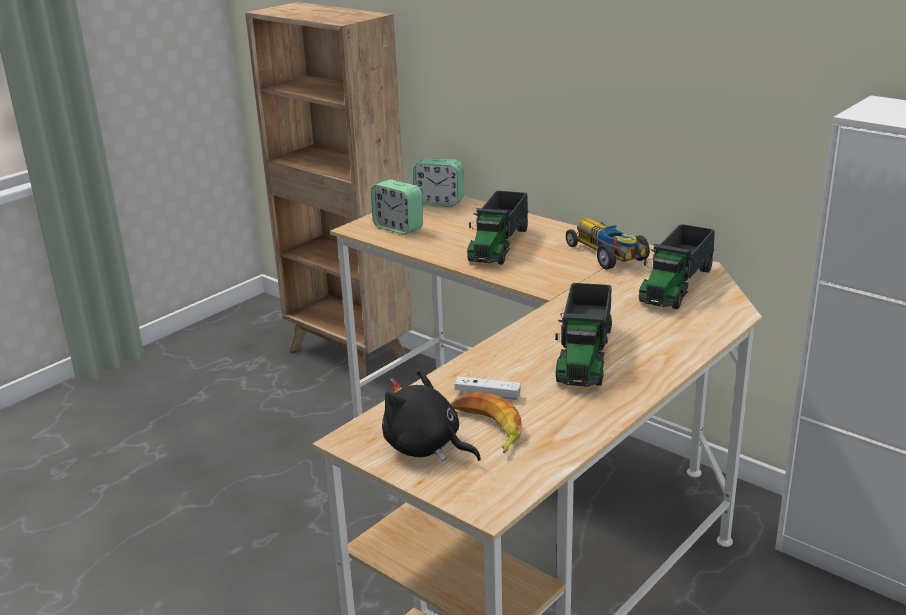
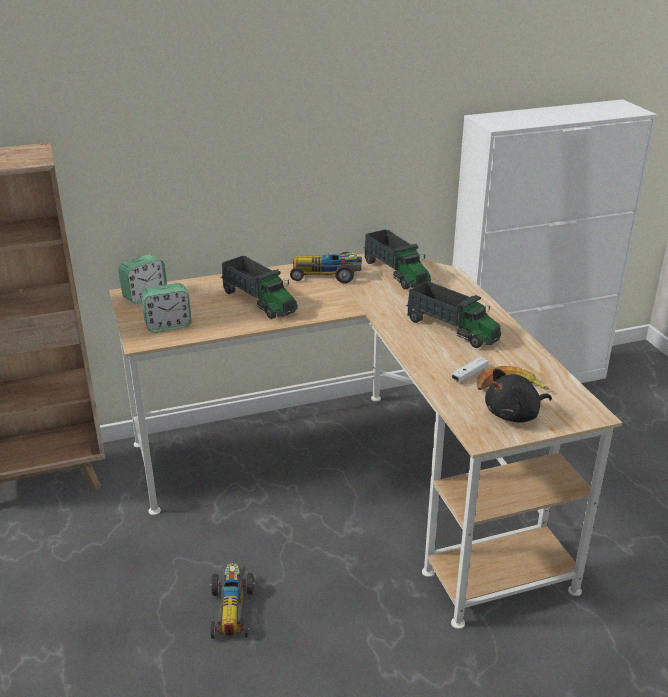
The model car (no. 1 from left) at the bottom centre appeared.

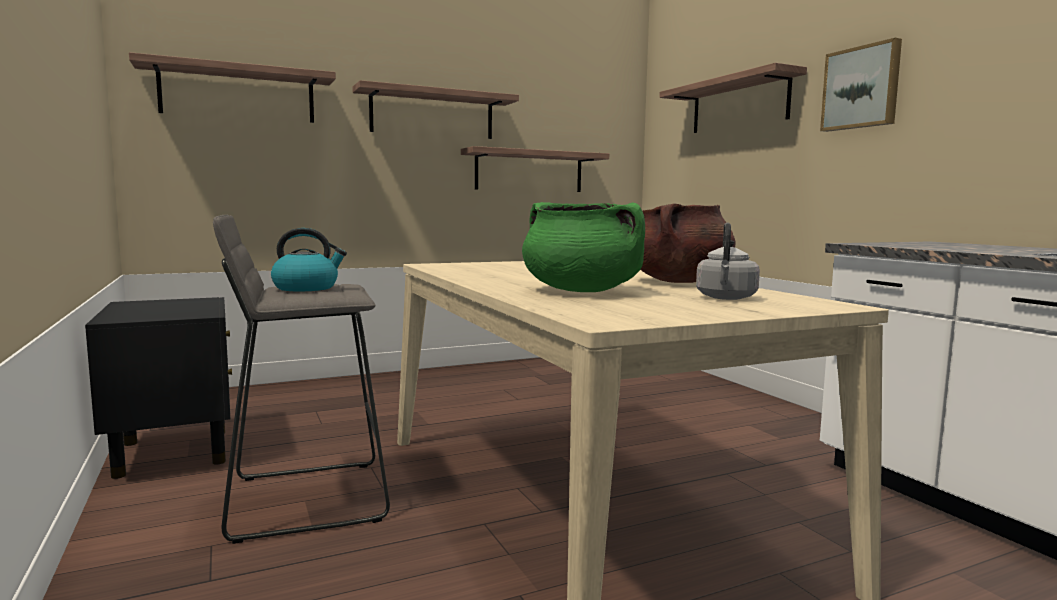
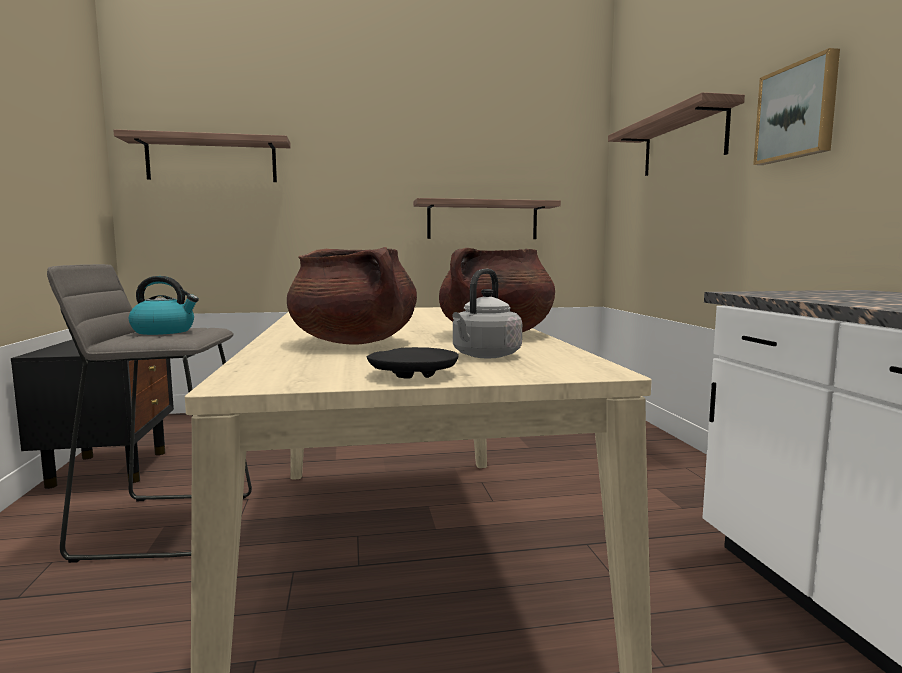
The shelf (no. 2 from left) at the top centre disappeared. The plate in black-coloured at the centre appeared. The saucepot in greenish at the centre became the saucepot in brownish (no. 1 from left) at the centre.

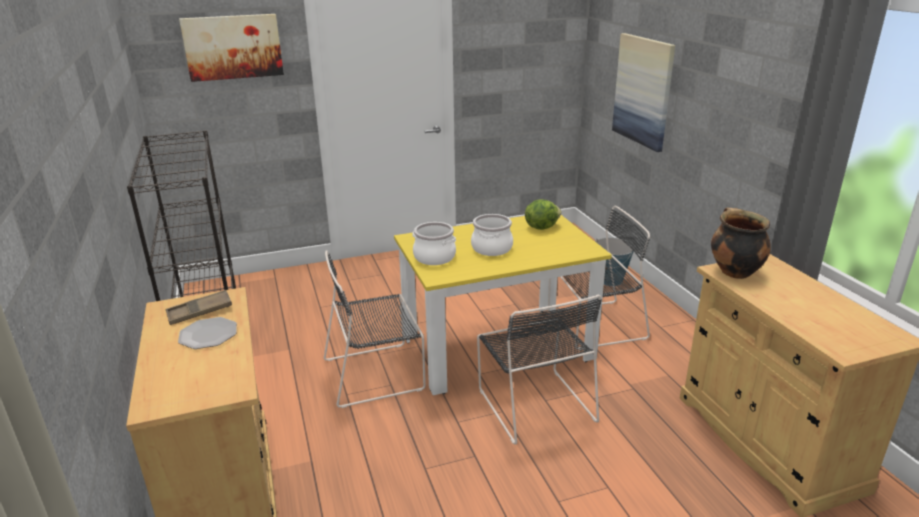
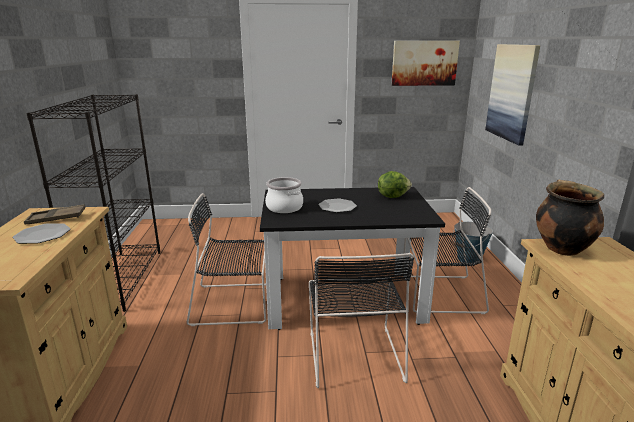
The picture (no. 1 from left) moved from the top left to the top right. The saucepot (no. 2 from left) at the centre was replaced by the plate (no. 2 from left) at the centre. The dining table in yellow at the centre became the dining table in black-coloured at the centre.

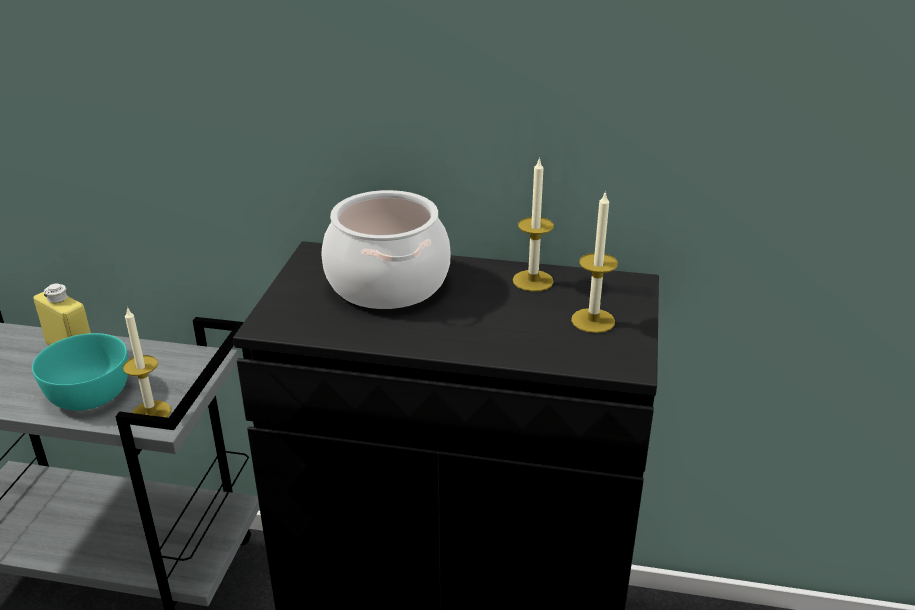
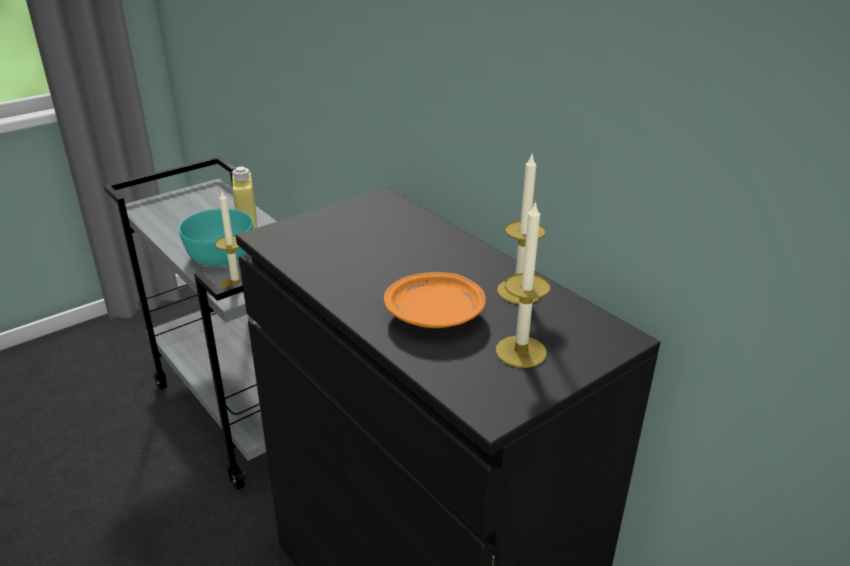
The saucepot at the centre disappeared. The plate in orange-coloured at the centre appeared.

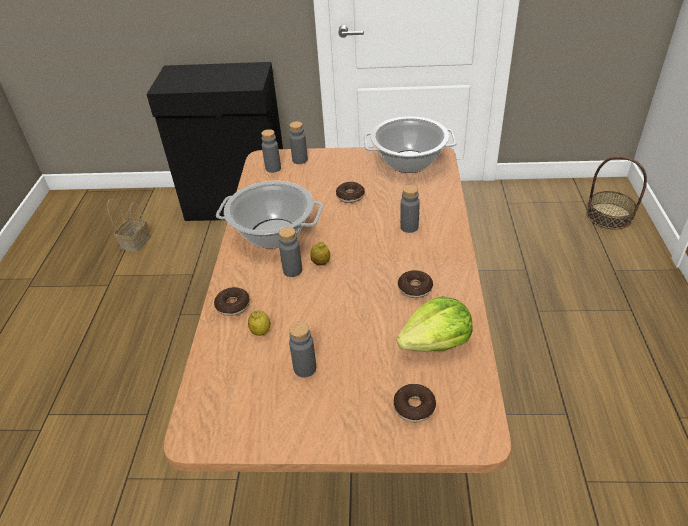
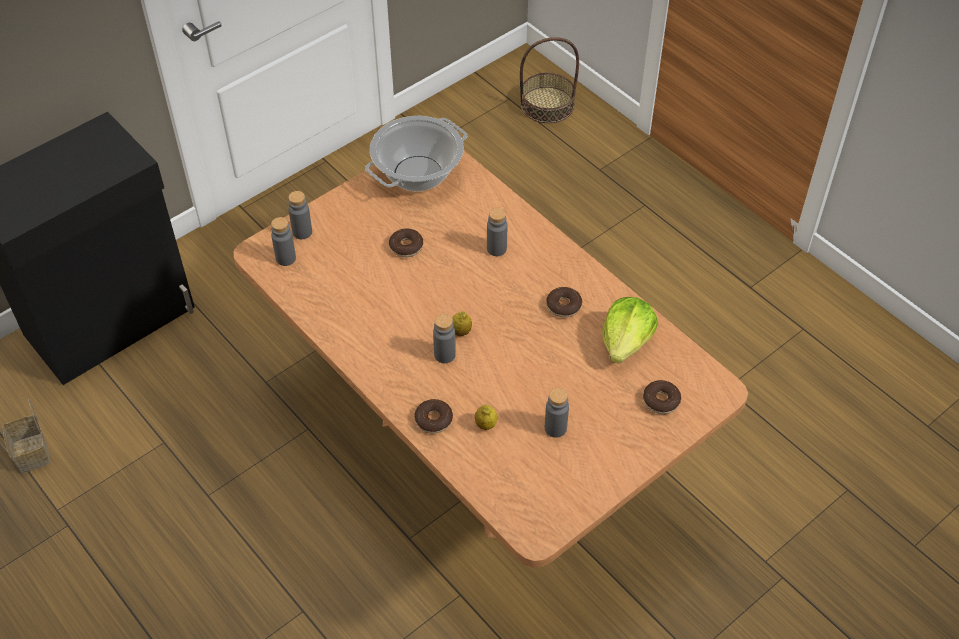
The saucepot (no. 1 from left) at the centre disappeared.

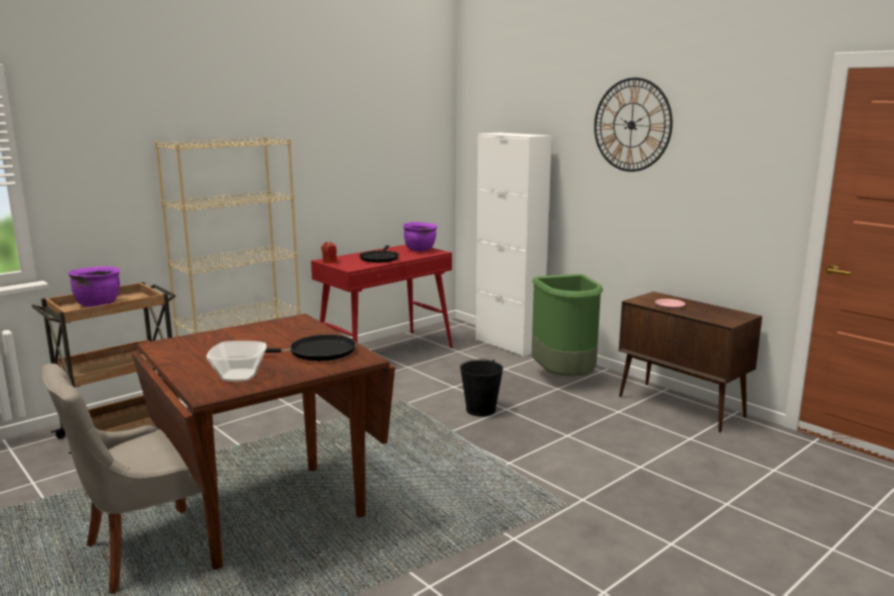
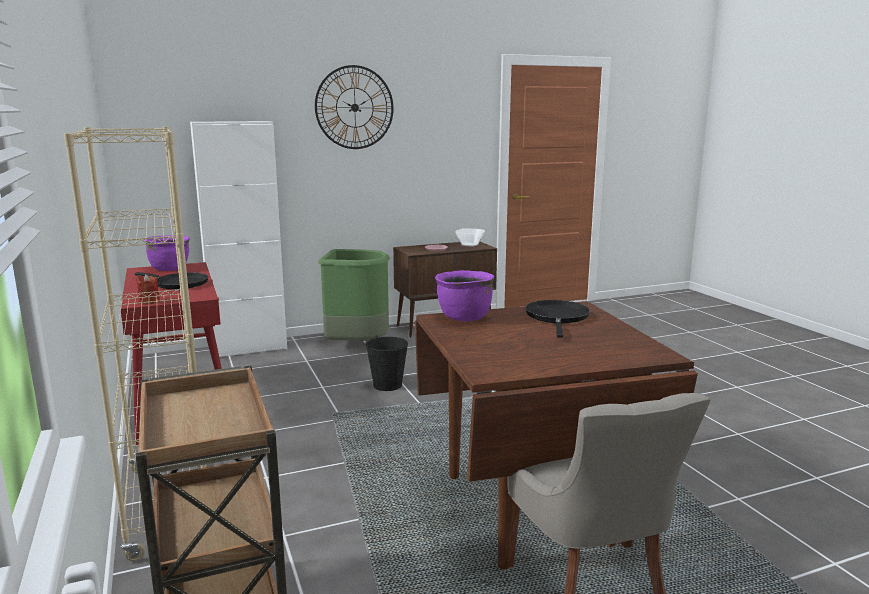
The saucepot in purple (no. 1 from left in the first image) moved from the middle left to the centre. The bowl moved from the middle left to the centre.

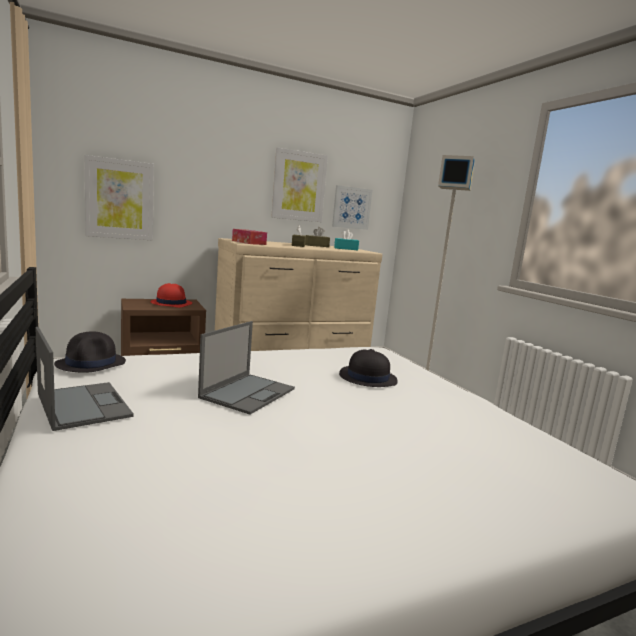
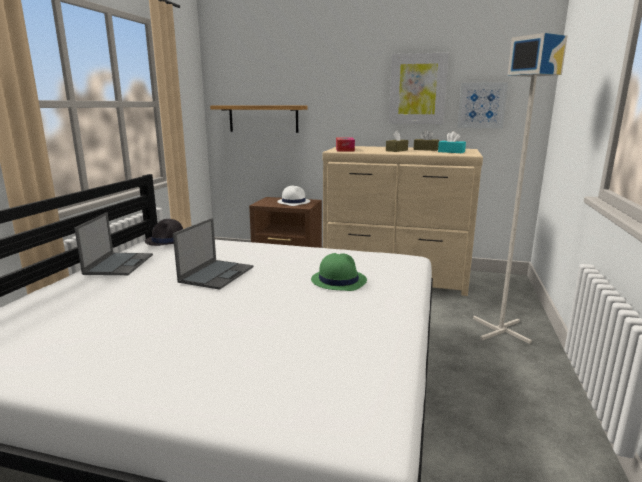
The picture (no. 1 from left) at the top left was replaced by the shelf at the top centre. The hat in red-coloured at the middle left became the hat in white at the centre. The hat in black-coloured (no. 2 from left) at the centre became the hat in greenish at the centre. The laptop (no. 2 from left) at the centre turned 45 degrees counterclockwise.

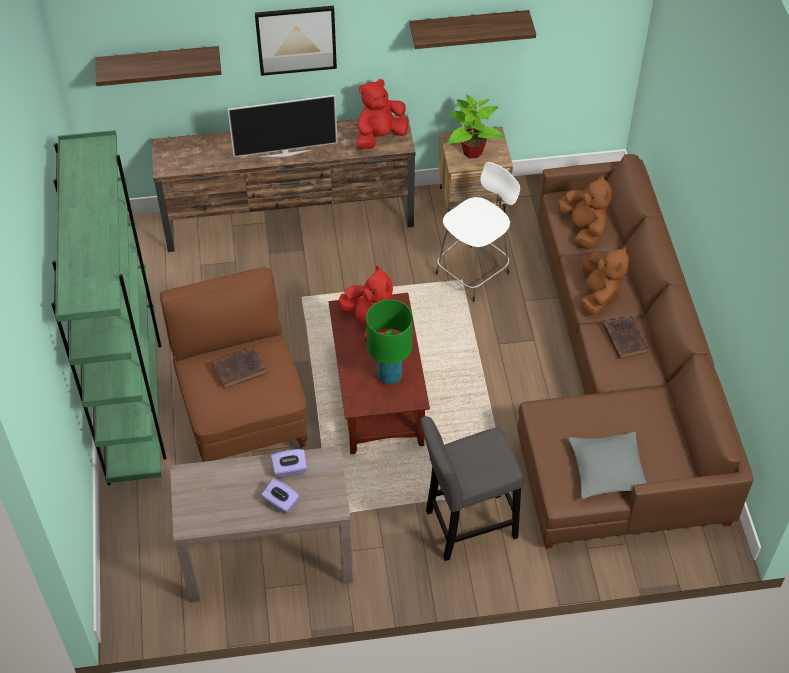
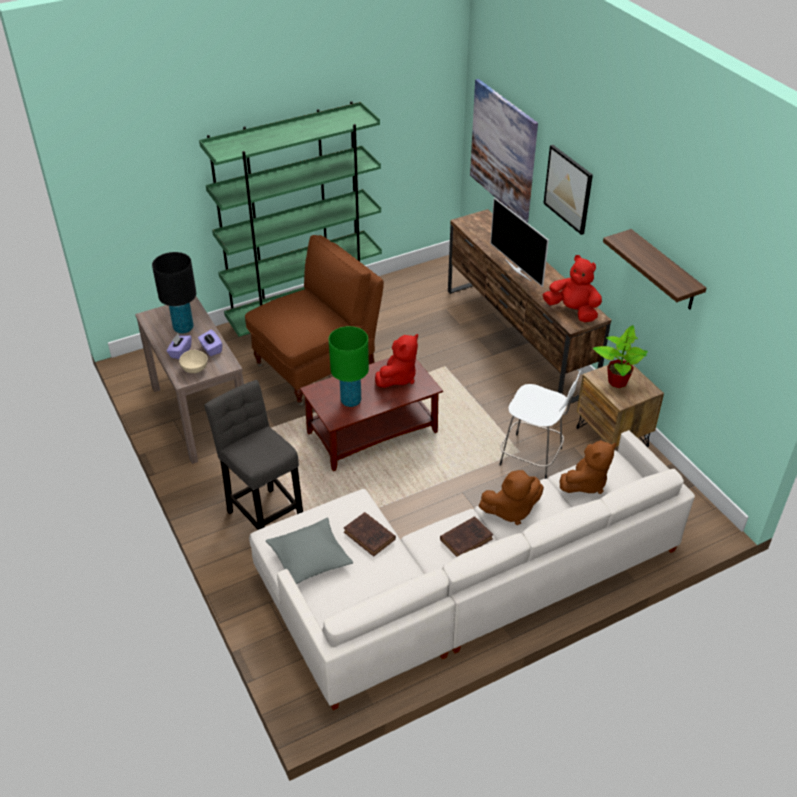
The table lamp in black-coloured at the middle left appeared. The bowl in beige at the middle left appeared. The volume in brownish (no. 1 from left) moved from the middle left to the bottom centre. The shelf (no. 1 from left) at the top left was replaced by the picture (no. 1 from left) at the top centre. The sofa in brownish at the middle right became the sofa in white at the bottom centre.

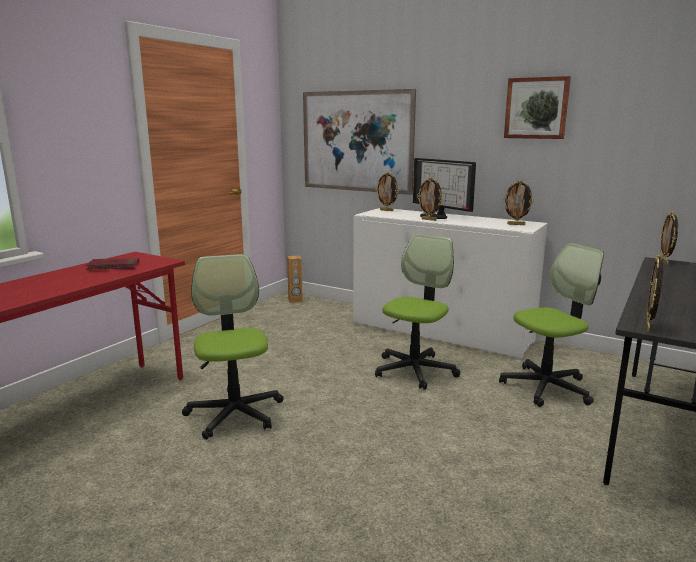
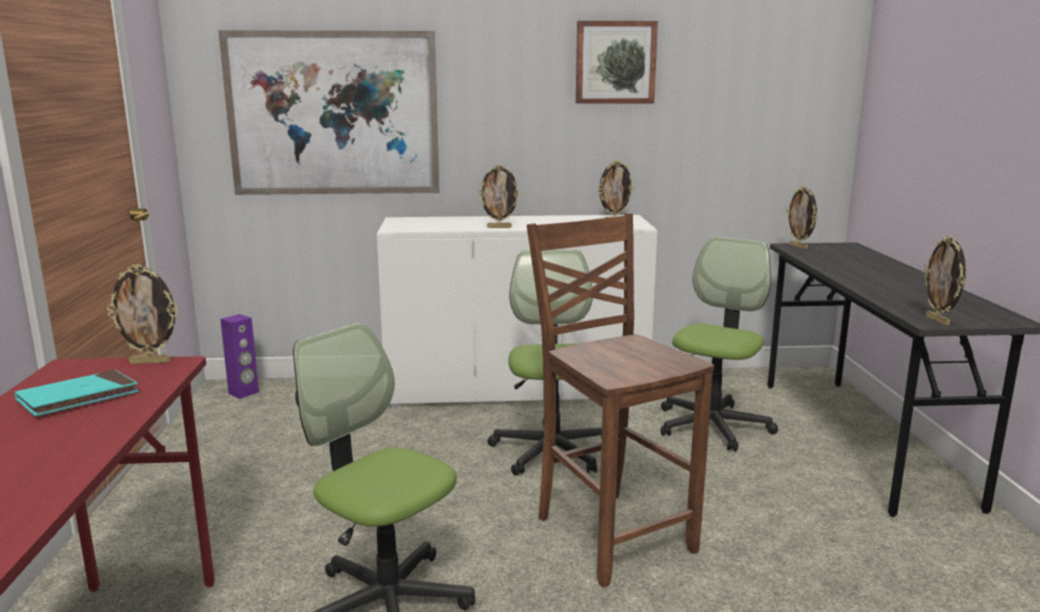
The computer screen at the centre disappeared. The plain chair in brownish at the centre appeared. The standing frame (no. 1 from left) moved from the centre to the middle left. The volume in red-coloured at the middle left became the volume in turquoise-coloured at the middle left. The speaker in brownish at the centre became the speaker in purple at the middle left.

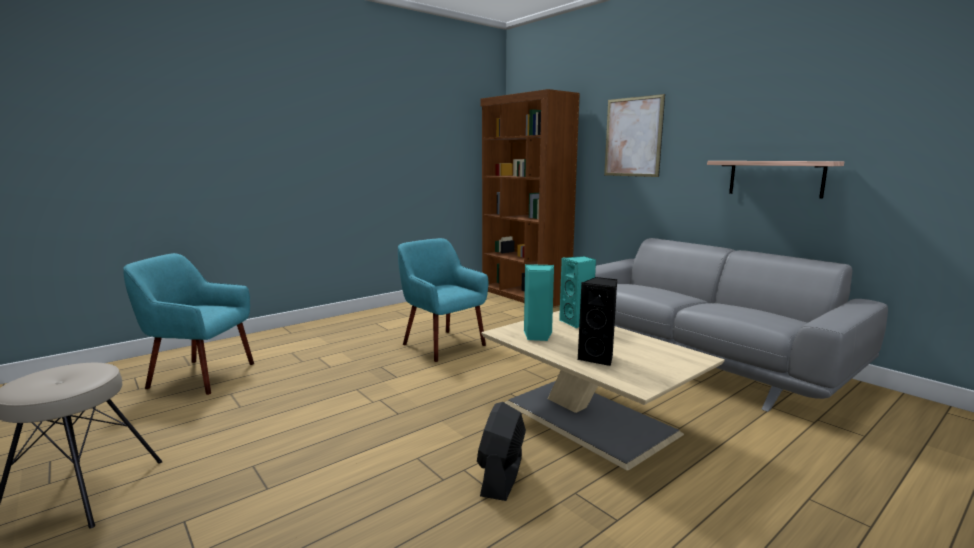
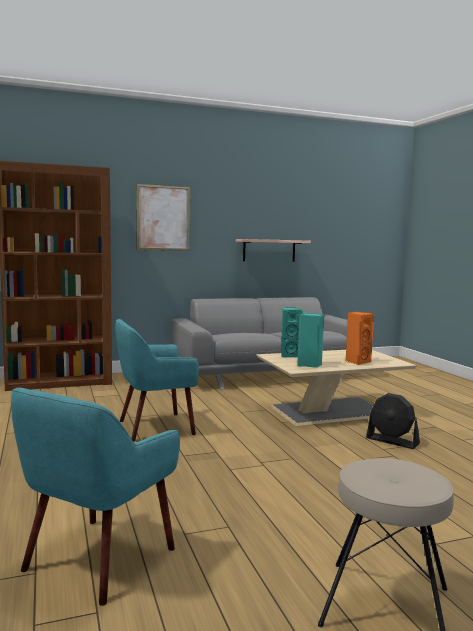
The speaker in black-coloured at the centre became the speaker in orange-coloured at the middle right.

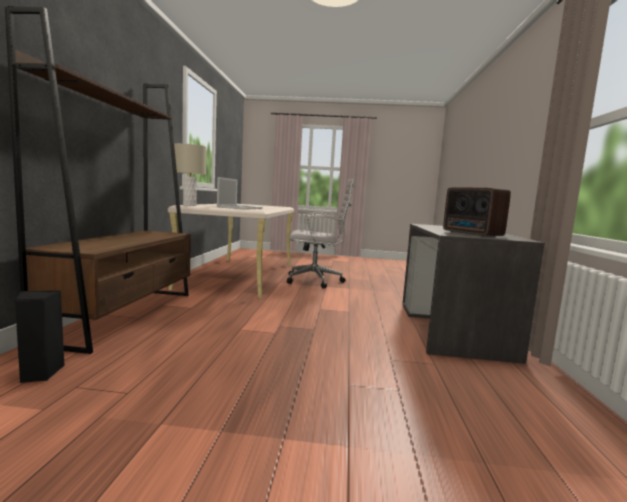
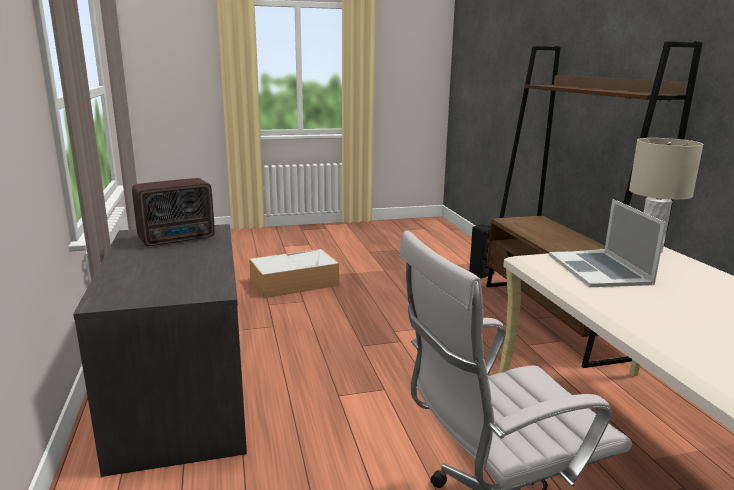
The storage bin at the centre appeared. The radio at the middle right turned 105 degrees clockwise.

